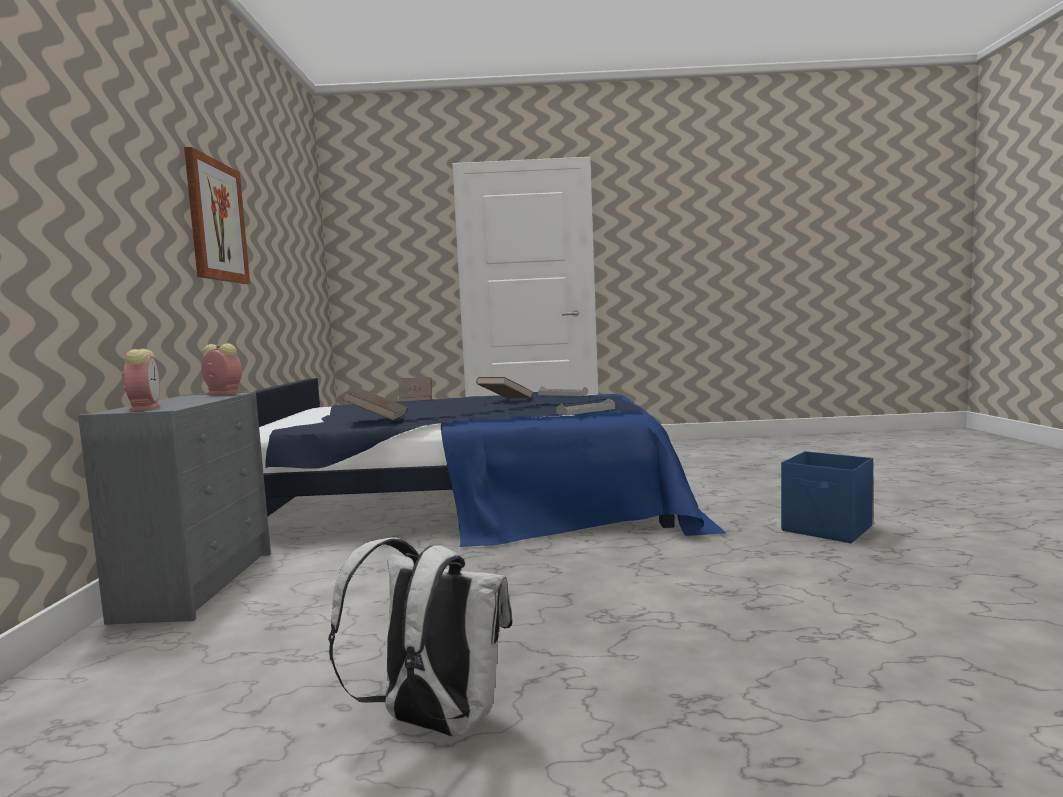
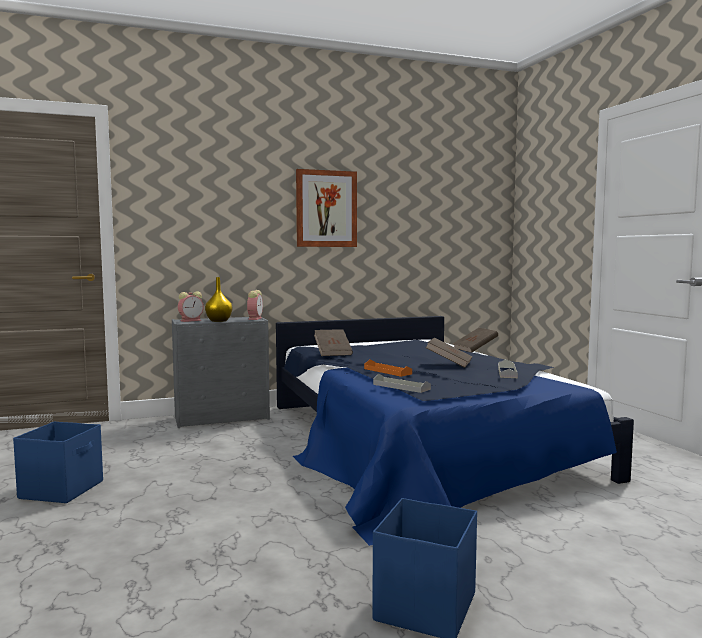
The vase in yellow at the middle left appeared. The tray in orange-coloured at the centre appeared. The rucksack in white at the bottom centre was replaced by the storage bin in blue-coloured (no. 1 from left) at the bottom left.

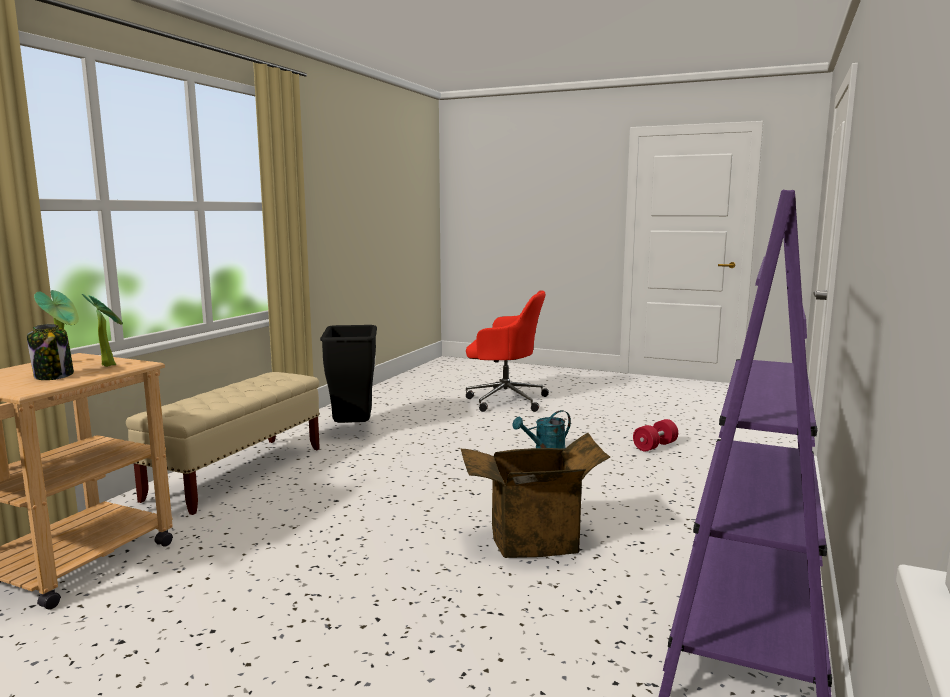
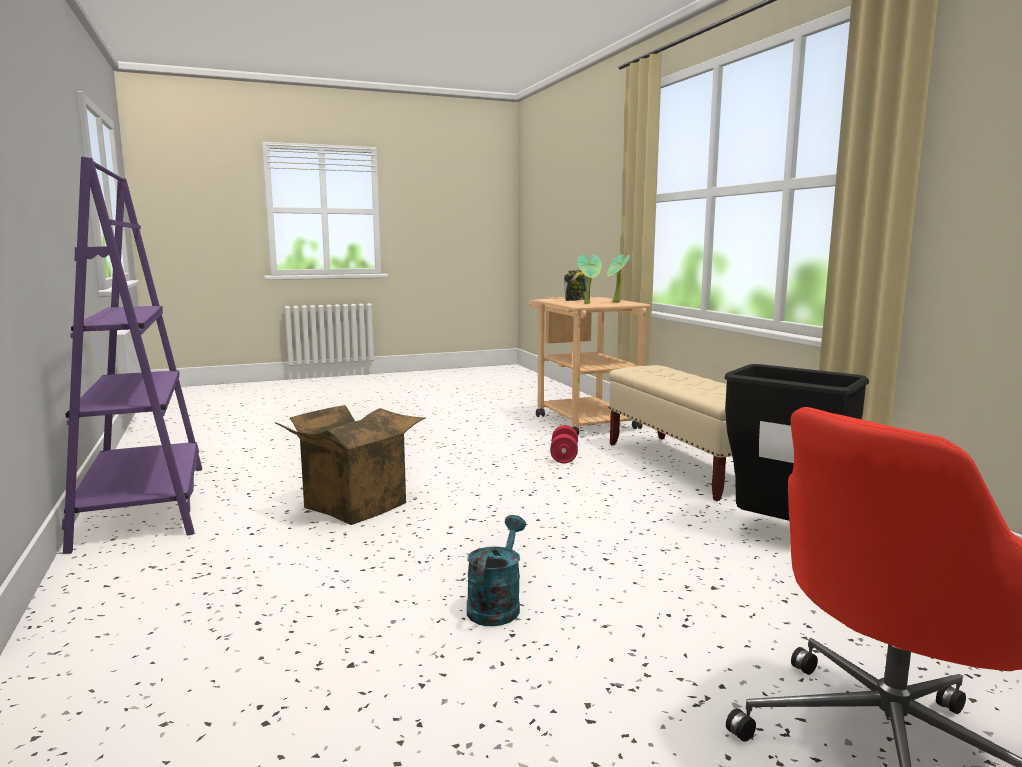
The free weight in red-coloured moved from the middle right to the centre.

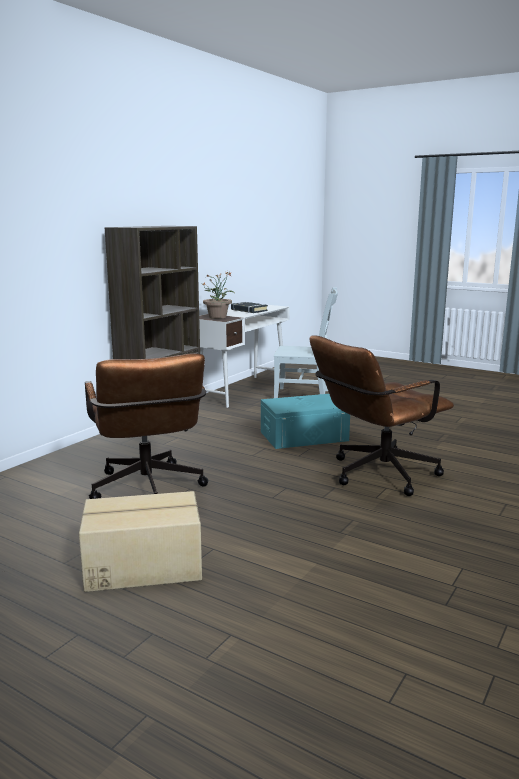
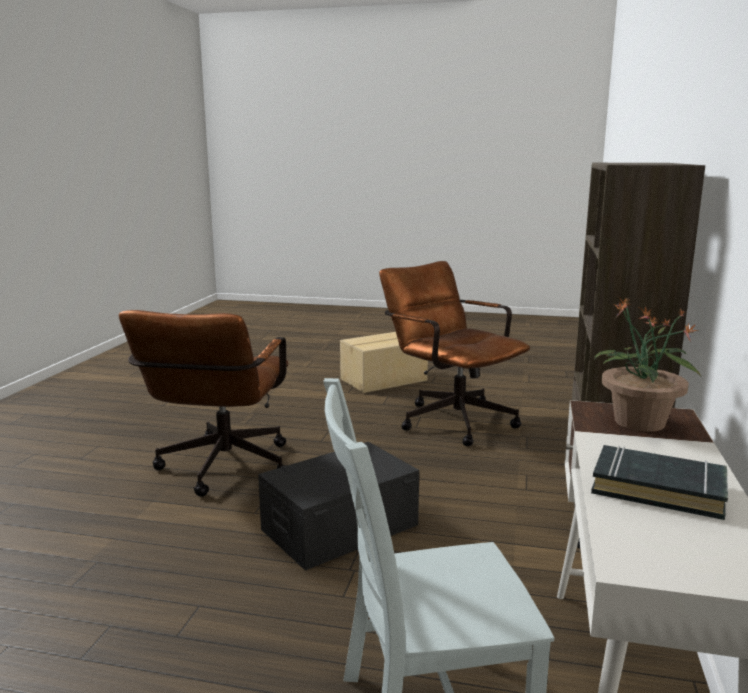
The storage bin in turquoise-coloured at the centre became the storage bin in black-coloured at the bottom centre. The computer chair in brownish (no. 2 from left in the first image) at the middle right turned 150 degrees clockwise.

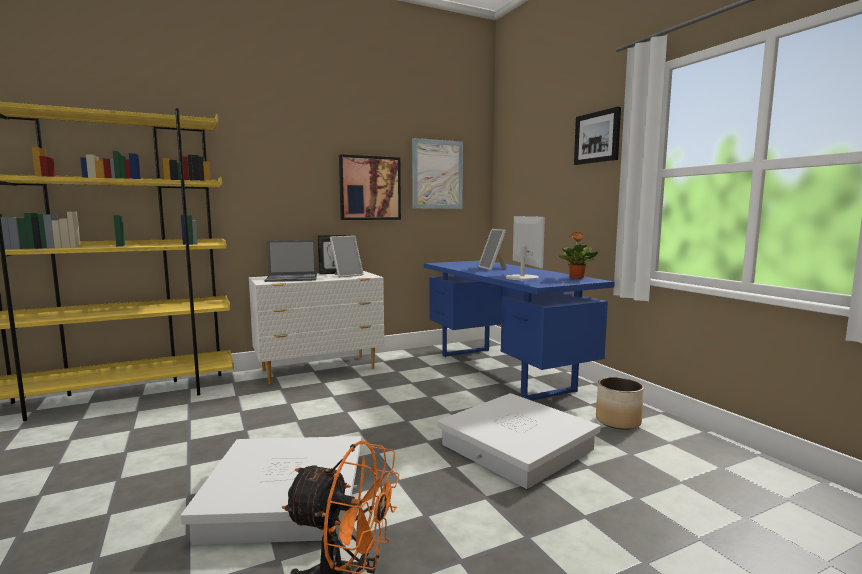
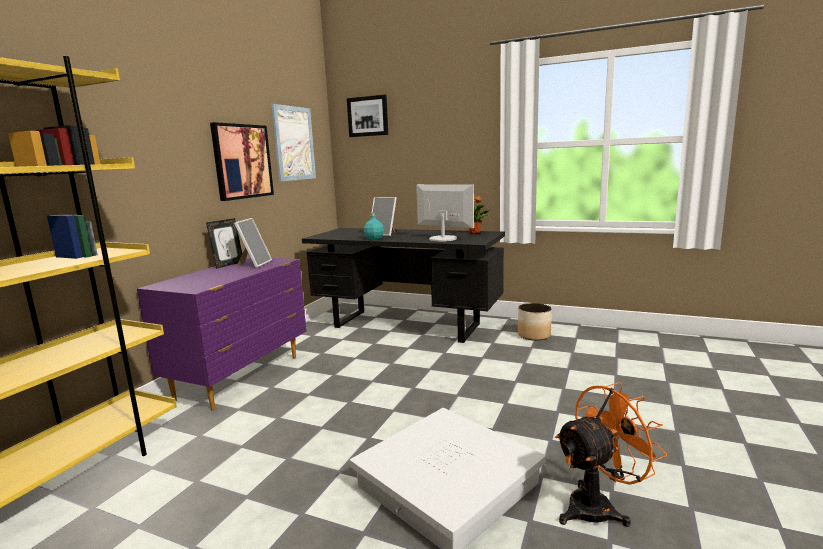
The laptop at the centre disappeared. The storage bin in white (no. 2 from left) at the bottom centre disappeared. The beverage bottle in turquoise-coloured at the centre appeared. The picture (no. 3 from left) moved from the top right to the top centre. The dresser in white at the centre became the dresser in purple at the middle left. The desk in blue-coloured at the centre became the desk in black-coloured at the centre.

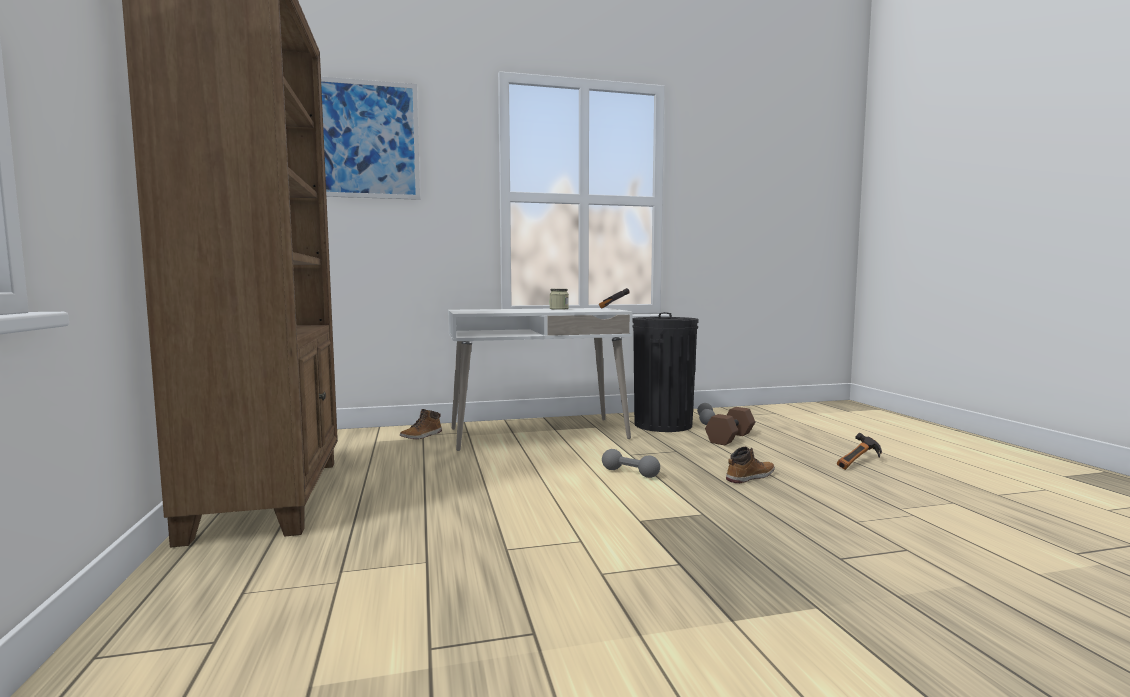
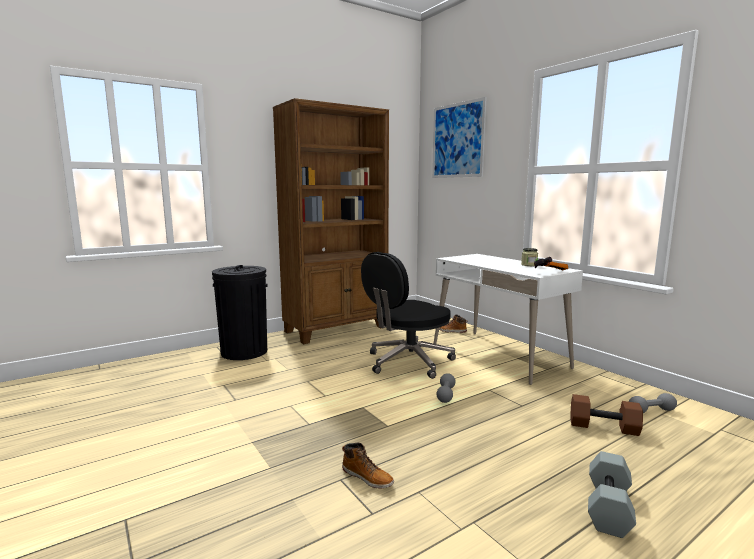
The computer chair in black-coloured at the centre appeared. The waste bin in black-coloured moved from the centre to the middle left. The tall boot (no. 2 from left in the first image) moved from the centre to the bottom centre. The tool hammer (no. 2 from left) at the middle right was replaced by the free weight in greyish (no. 2 from left) at the bottom right.

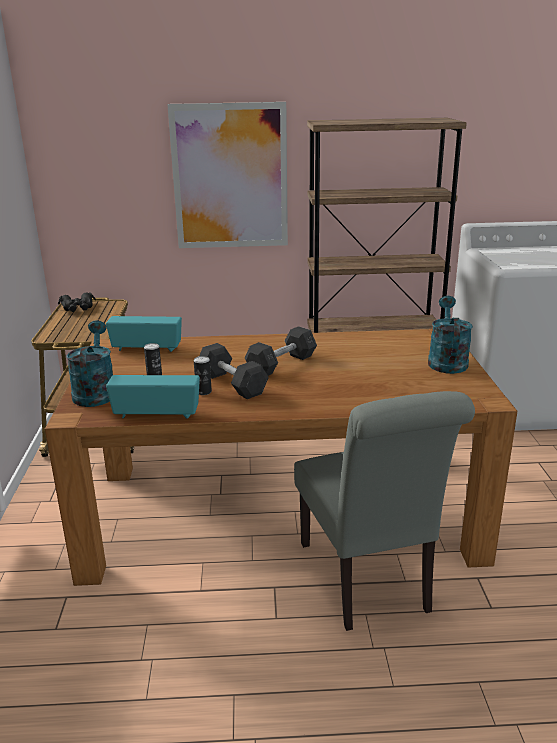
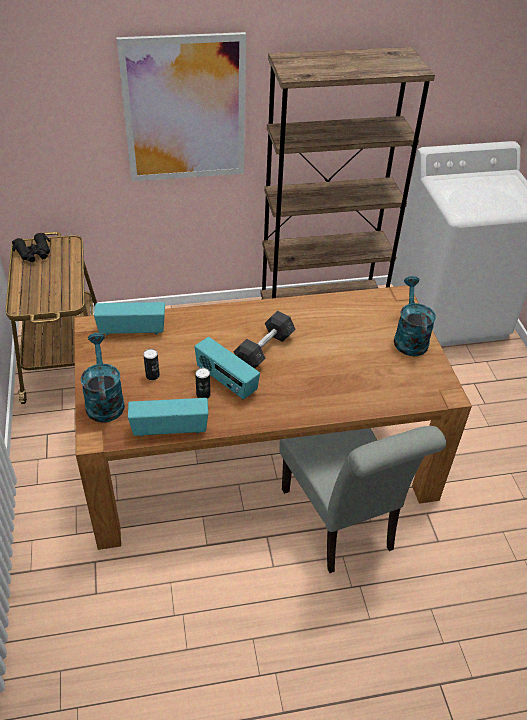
The free weight in greyish (no. 1 from left) at the centre was replaced by the radio (no. 3 from left) at the centre.

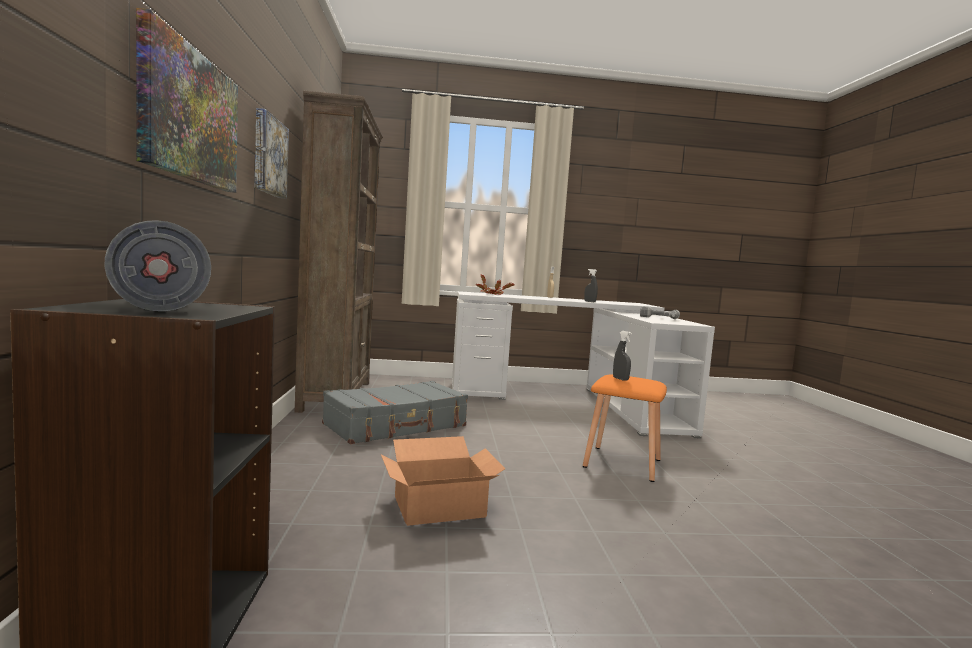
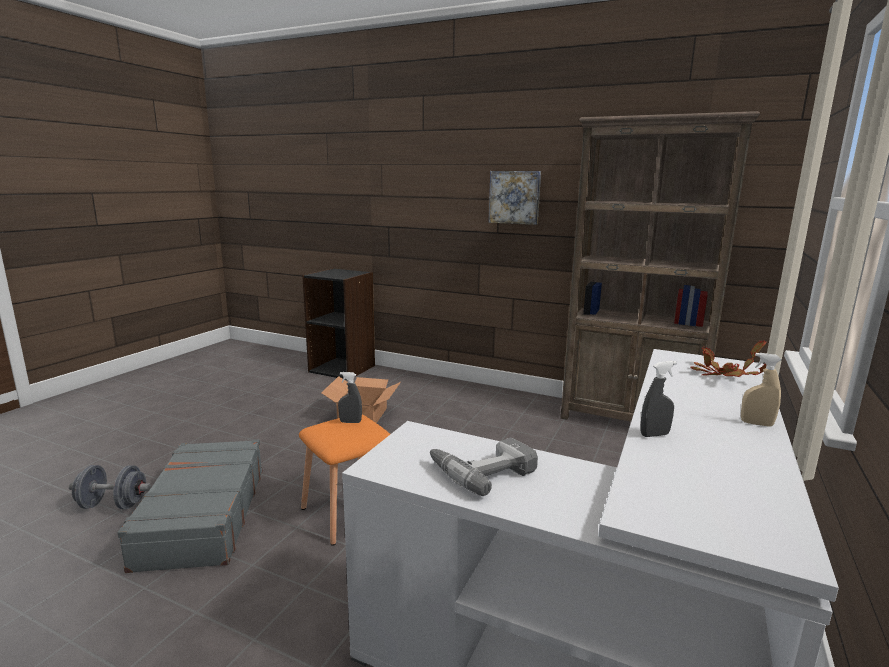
The picture (no. 1 from left) at the top left disappeared. The free weight in greyish moved from the middle left to the bottom left. The piece of luggage in greyish moved from the centre to the bottom left.

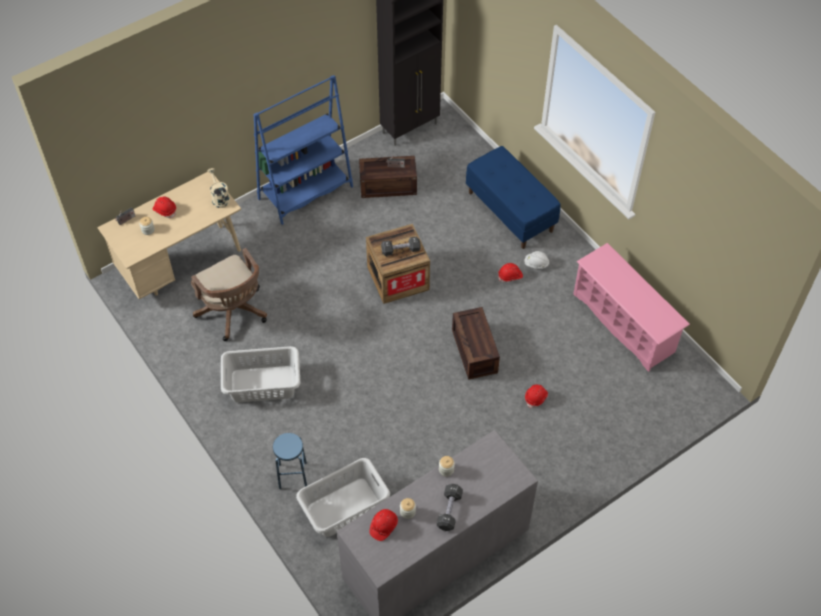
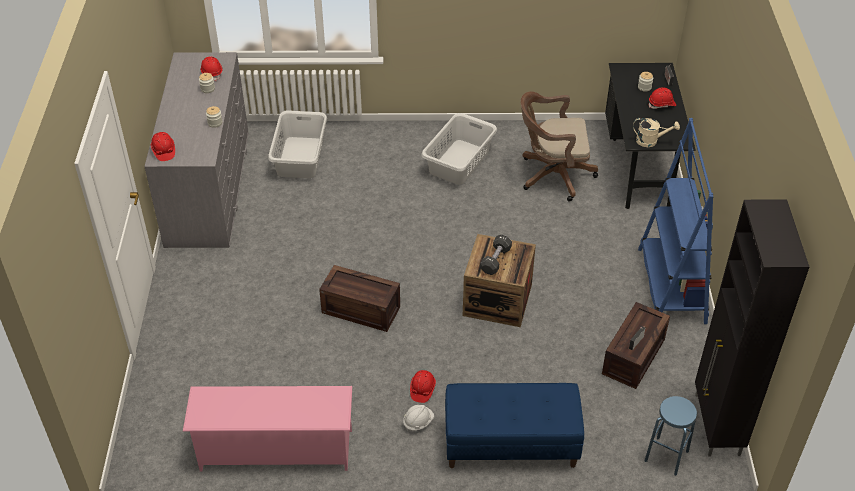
The free weight in black-coloured (no. 2 from left) at the bottom centre disappeared. The sitting stool in blue-coloured moved from the bottom centre to the bottom right. The hard hat in red-coloured (no. 4 from left in the first image) moved from the centre to the top left. The desk in beige at the middle left became the desk in black-coloured at the top right.

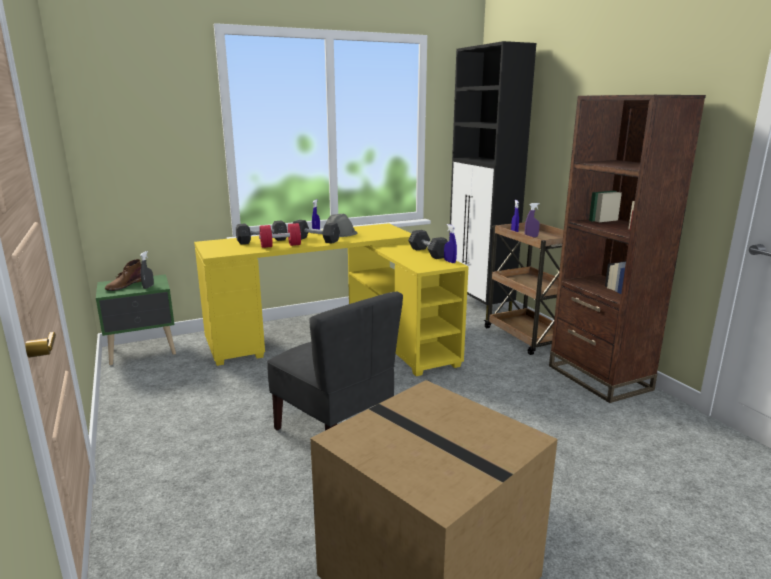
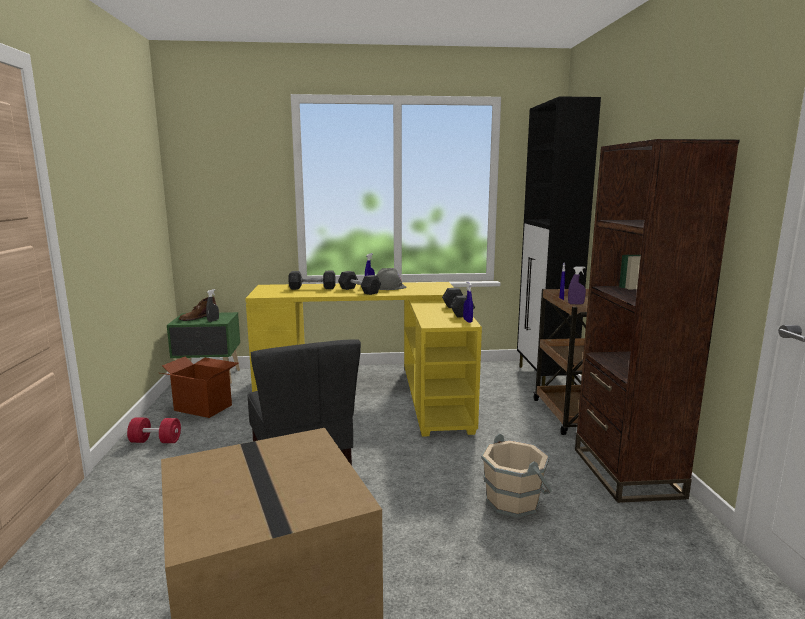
The carton (no. 1 from left) at the middle left appeared. The pail in beige at the bottom centre appeared. The free weight in red-coloured moved from the centre to the bottom left.

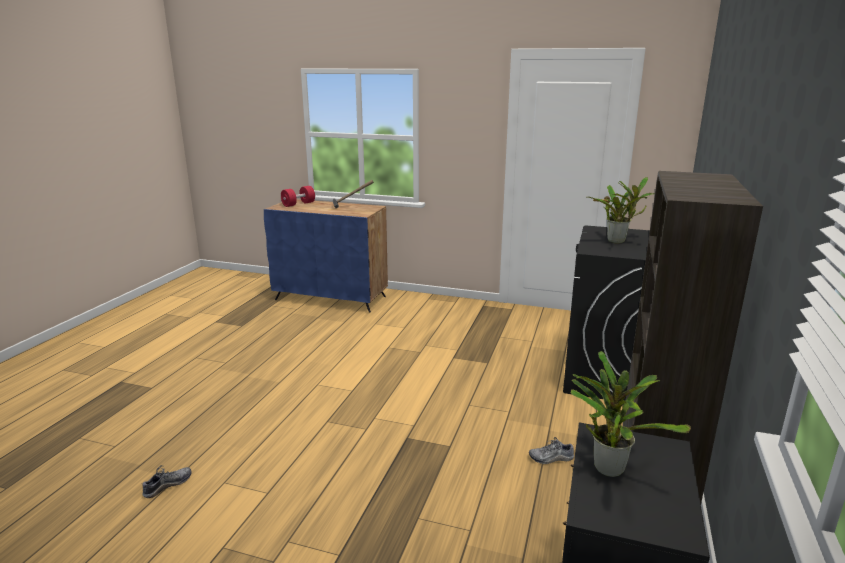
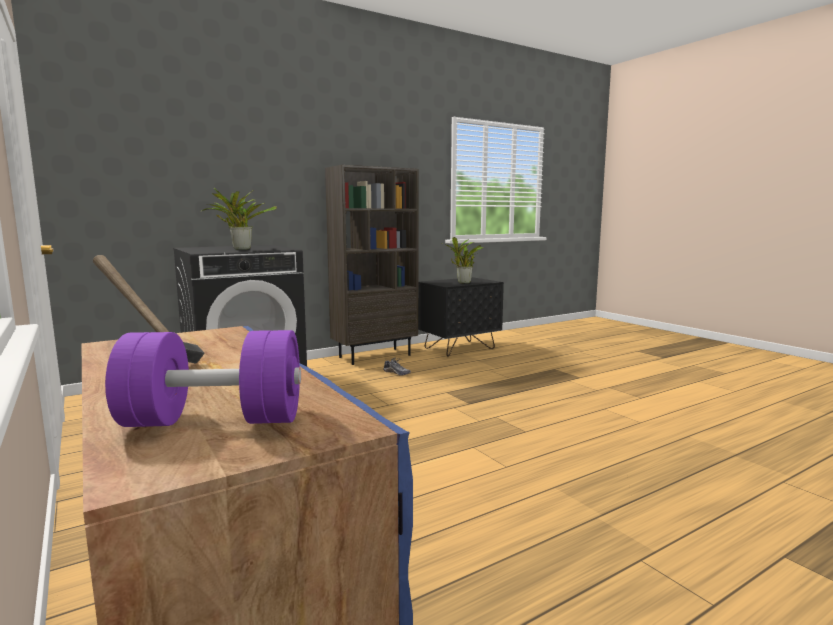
The shoe (no. 1 from left) at the bottom left disappeared. The free weight in red-coloured at the centre became the free weight in purple at the middle left.

